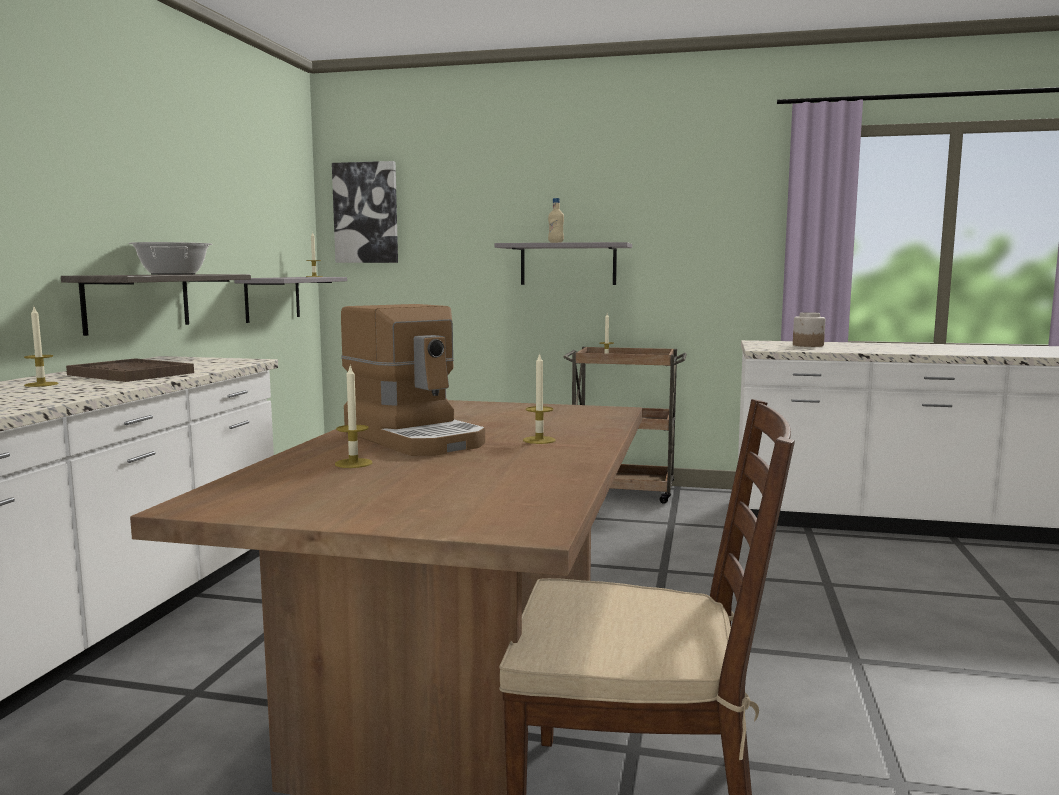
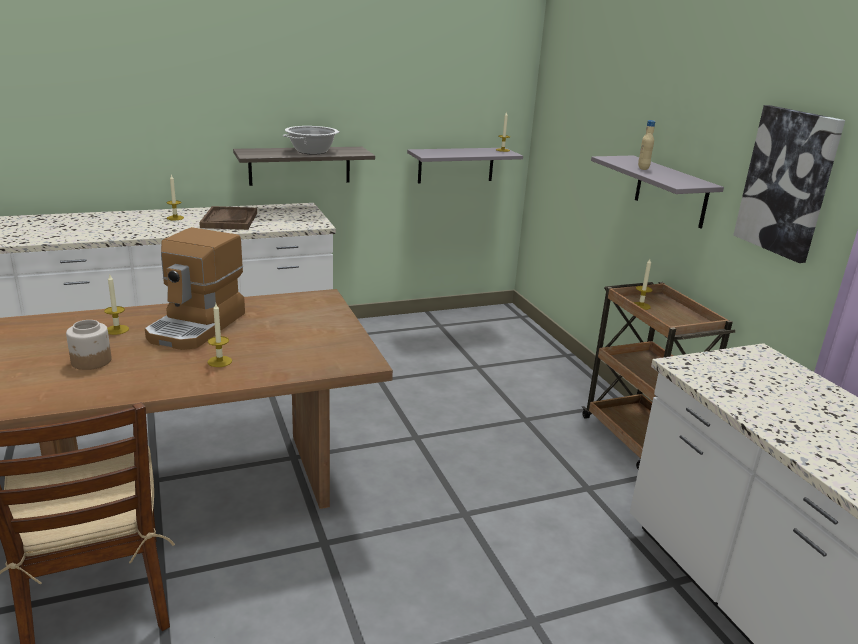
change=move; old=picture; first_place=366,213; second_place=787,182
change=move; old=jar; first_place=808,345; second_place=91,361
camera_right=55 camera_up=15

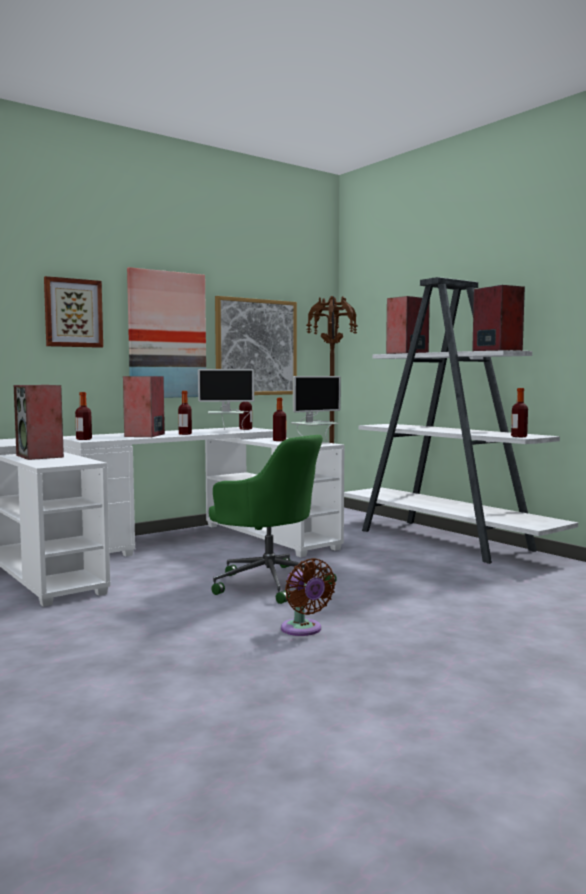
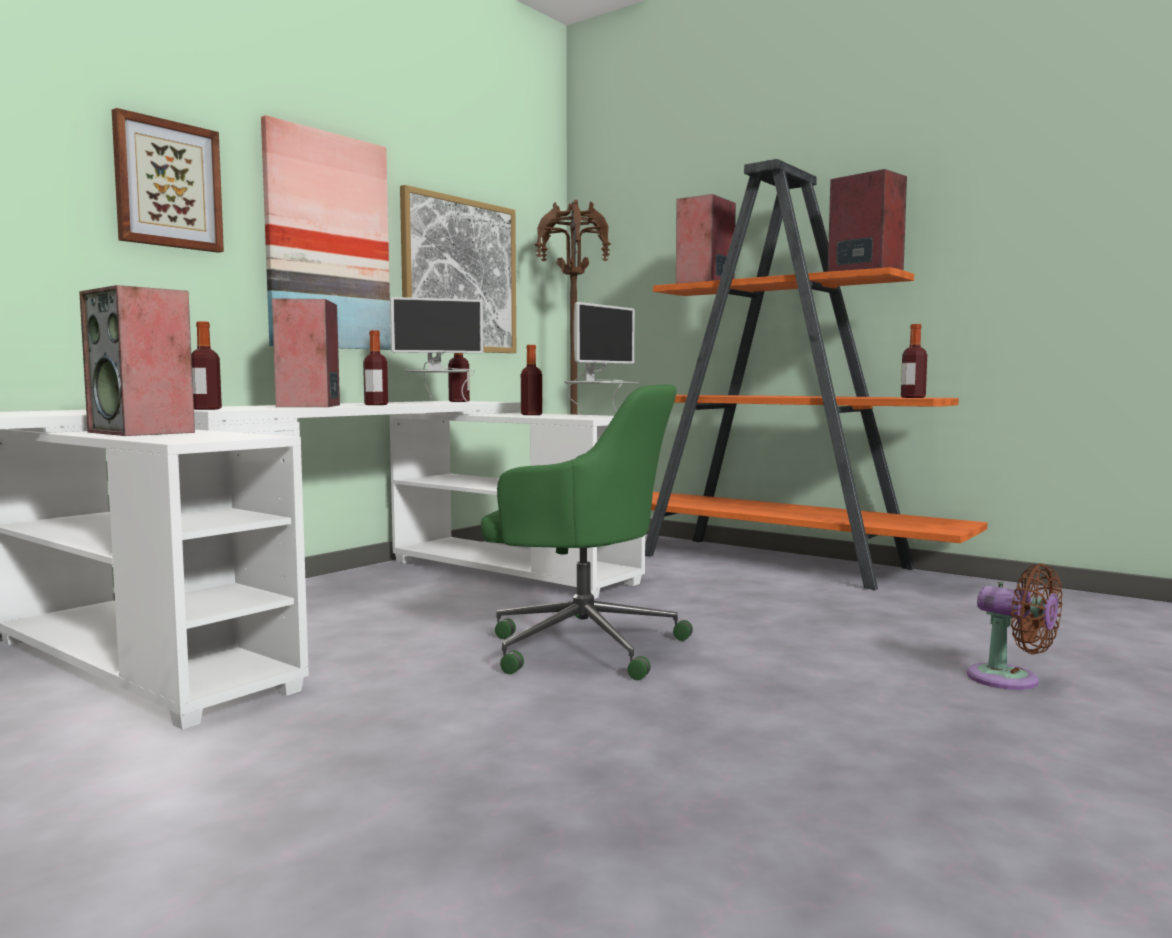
change=move; old=brown fan; first_place=303,630; second_place=1010,680
change=recolor; old=white bookcase; new=orange bookcase; first_place=447,541; second_place=777,563
camera_right=-15 camera_up=0

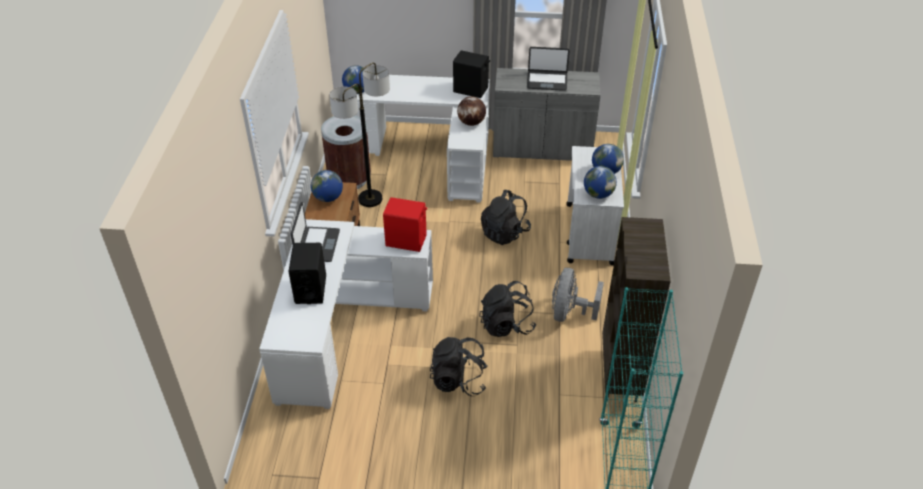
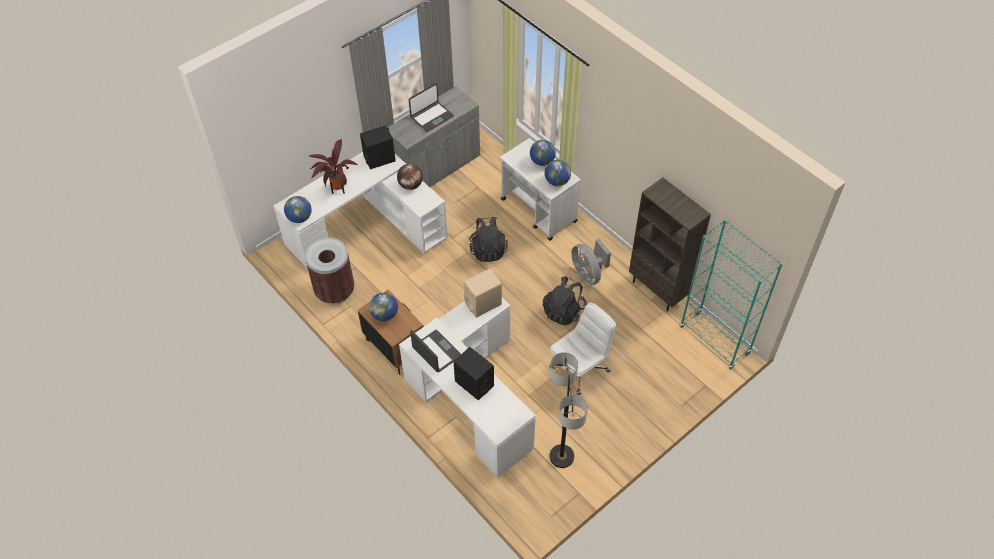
change=move; old=floor lamp; first_place=370,199; second_place=561,456
change=recolor; old=red speaker; new=beige speaker; first_place=406,241; second_place=483,303
change=replace; old=black backpack; new=white office chair; first_place=458,380; second_place=580,368
change=insert; new=potted plant; second_place=337,188
camera_right=-45 camera_up=10

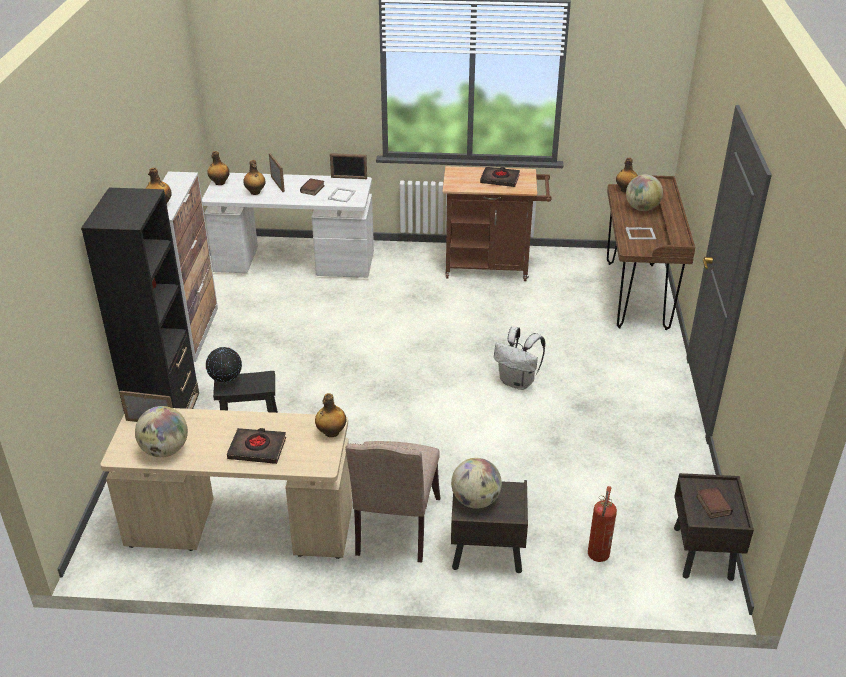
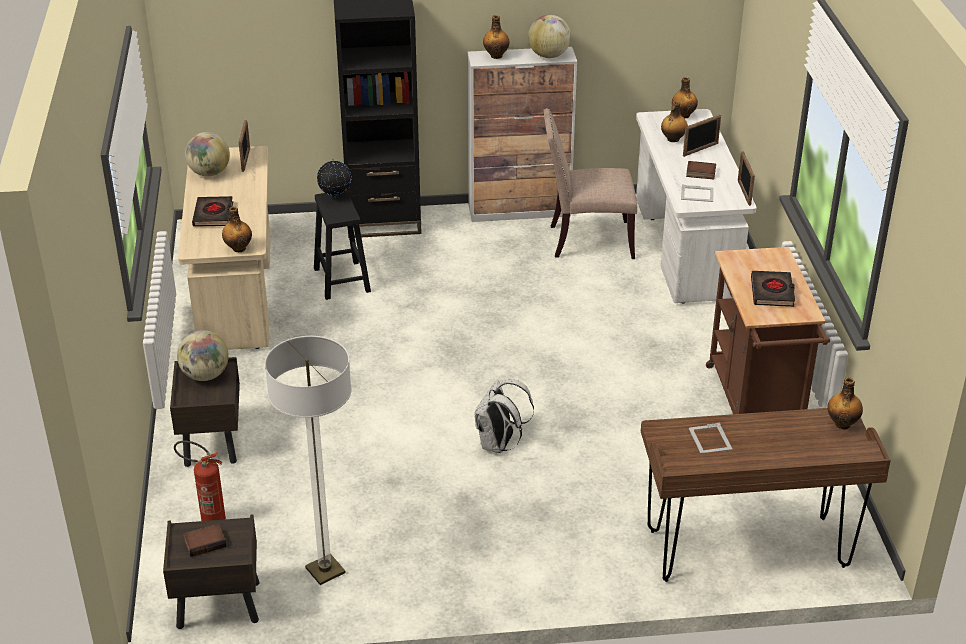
change=move; old=beige chair; first_place=395,529; second_place=587,241
change=move; old=globe; first_place=641,208; second_place=548,55
change=insert; new=floor lamp; second_place=325,571
camera_right=80 camera_up=0

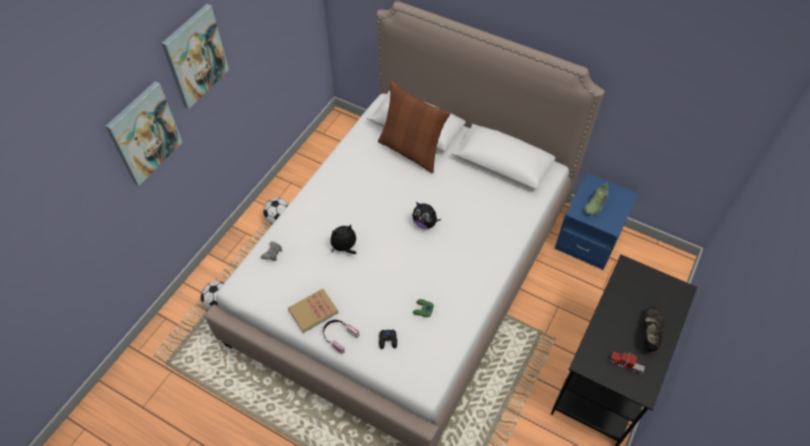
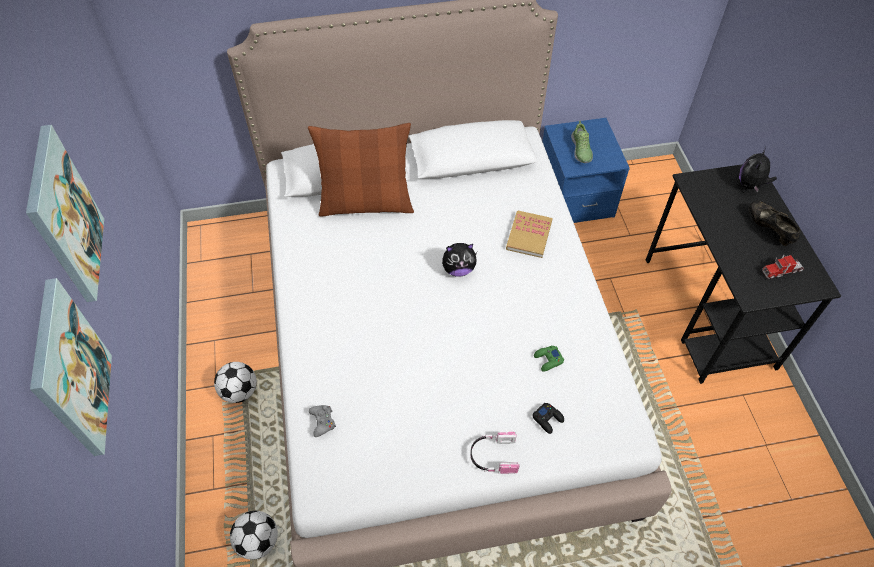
change=move; old=book; first_place=313,311; second_place=529,235
change=move; old=plush toy; first_place=344,248; second_place=750,185
camera_right=-40 camera_up=0

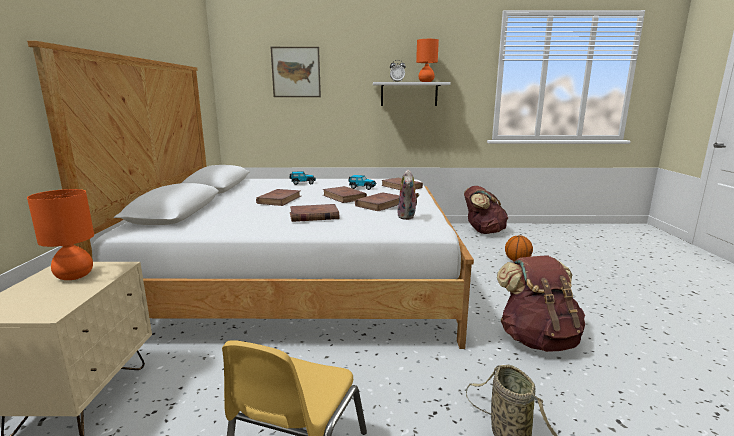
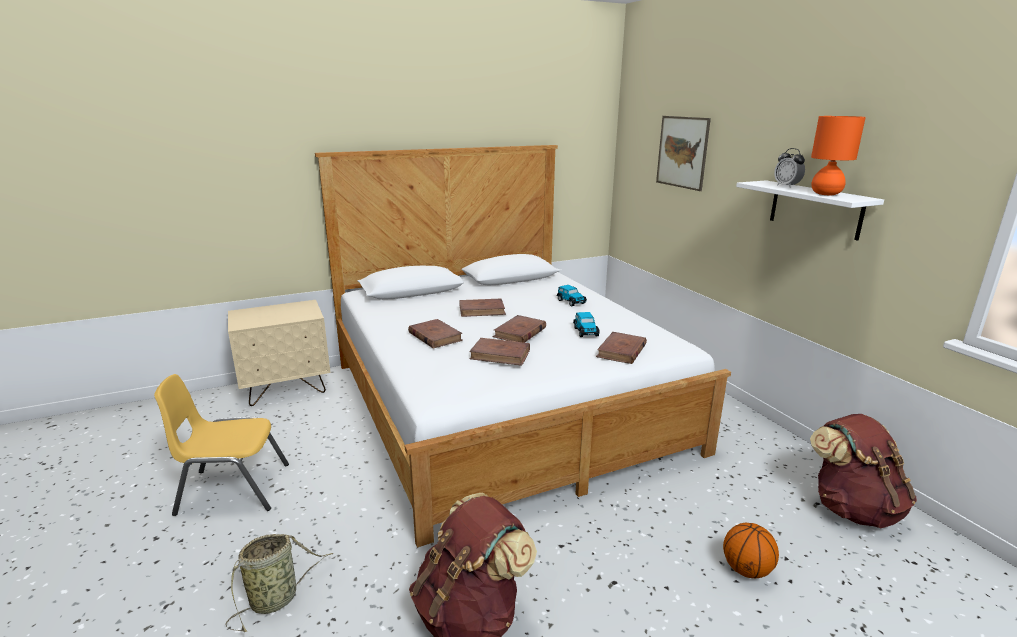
change=delete; old=orange table lamp; first_place=74,276
change=delete; old=plush toy; first_place=407,217
camera_right=65 camera_up=5

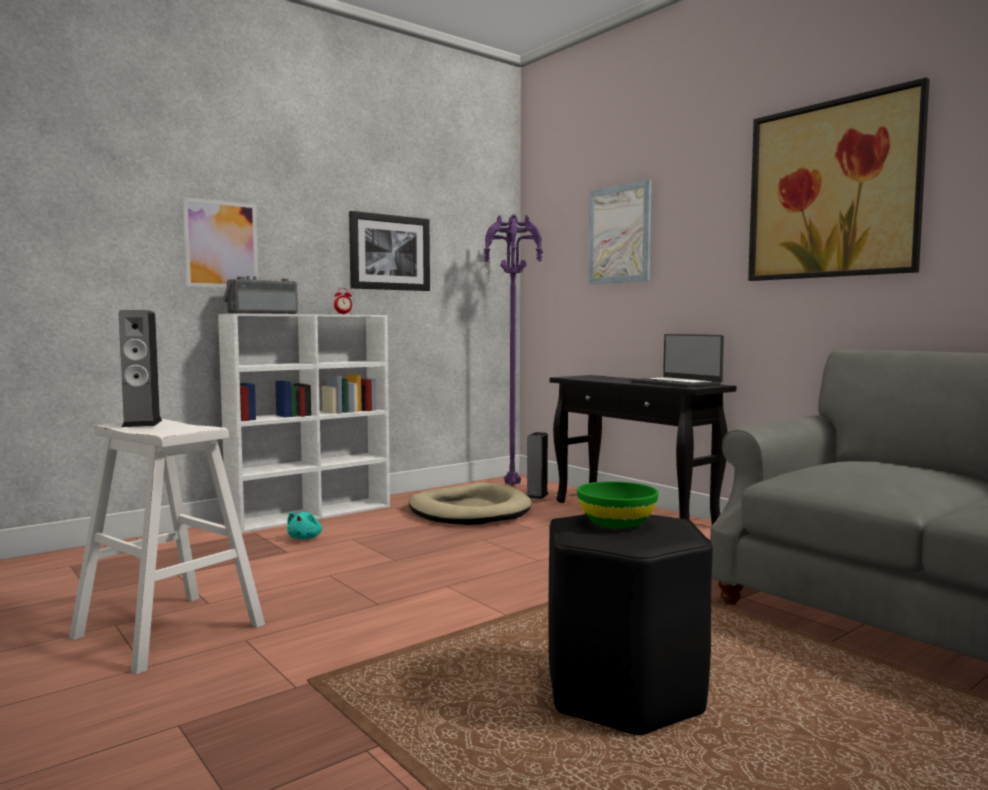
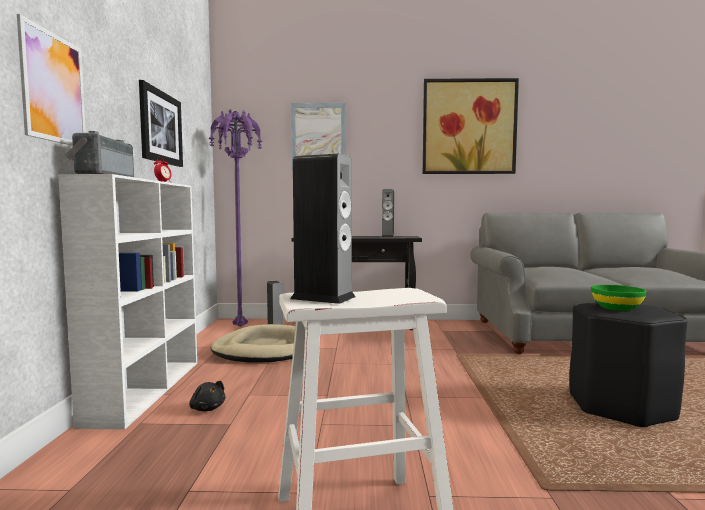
change=recolor; old=turquoise plush toy; new=black plush toy; first_place=305,538; second_place=207,408
change=replace; old=laptop; new=speaker; first_place=676,383; second_place=388,236
camera_right=-50 camera_up=0

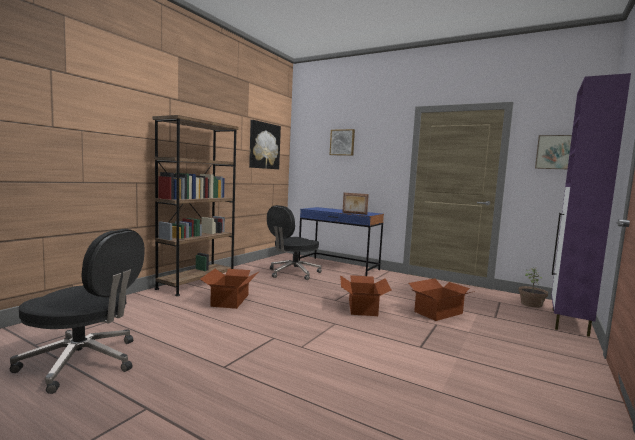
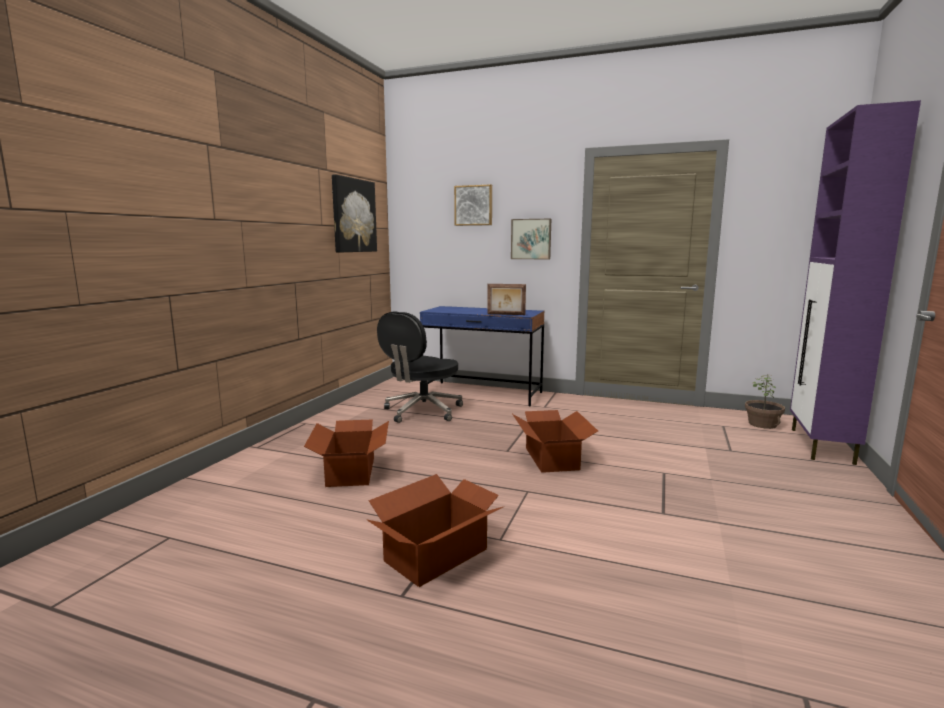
change=delete; old=black office chair; first_place=83,362
change=delete; old=brown bookcase; first_place=196,283
change=move; old=cardboard box; first_place=439,313; second_place=437,555
change=move; old=picture; first_place=556,152; second_place=531,239
camera_right=-10 camera_up=5

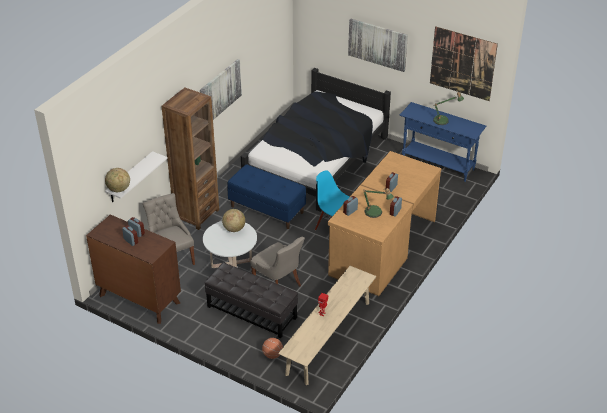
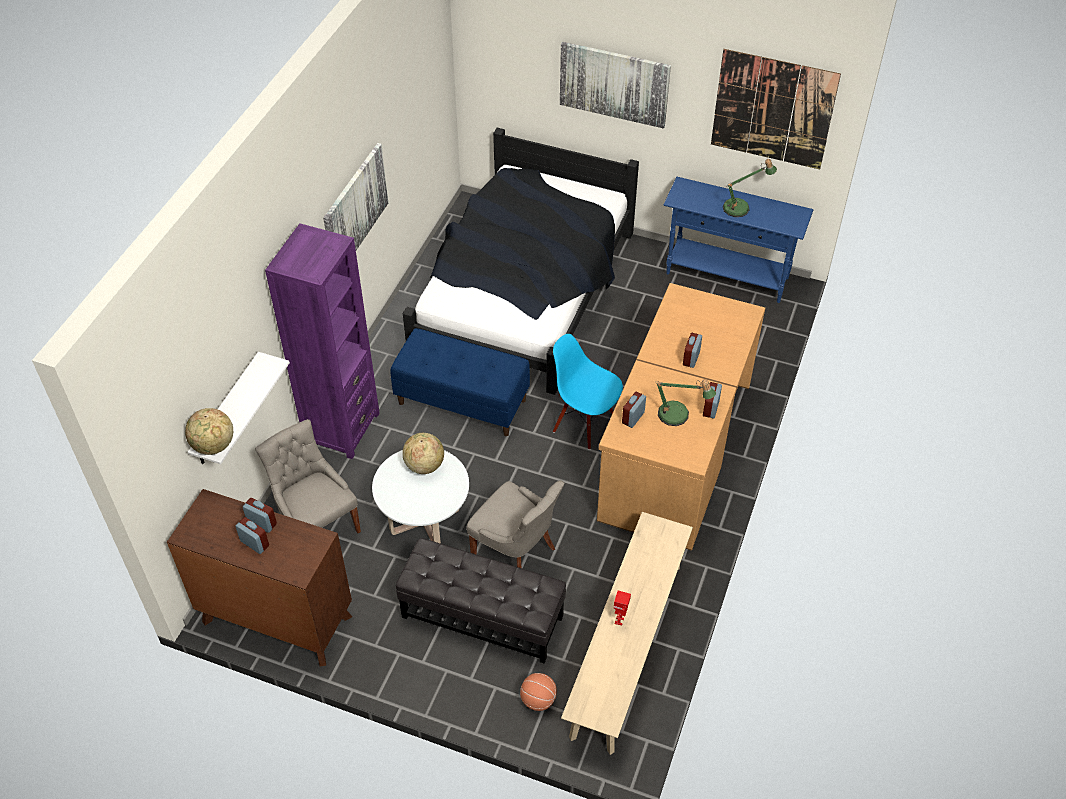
change=recolor; old=brown bookcase; new=purple bookcase; first_place=196,214; second_place=342,428
camera_right=-10 camera_up=10

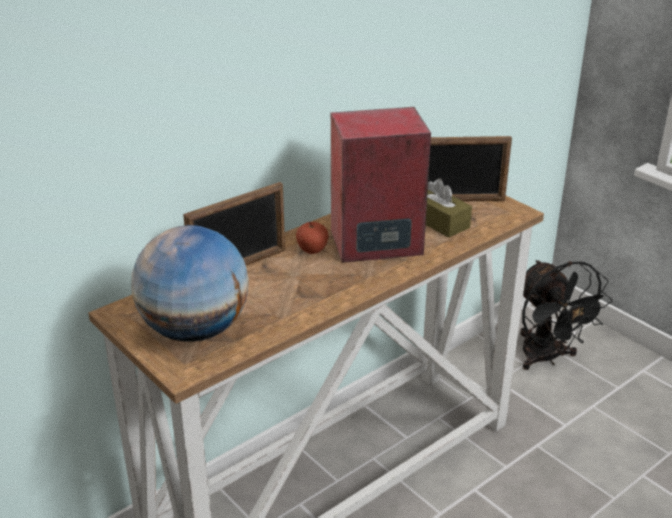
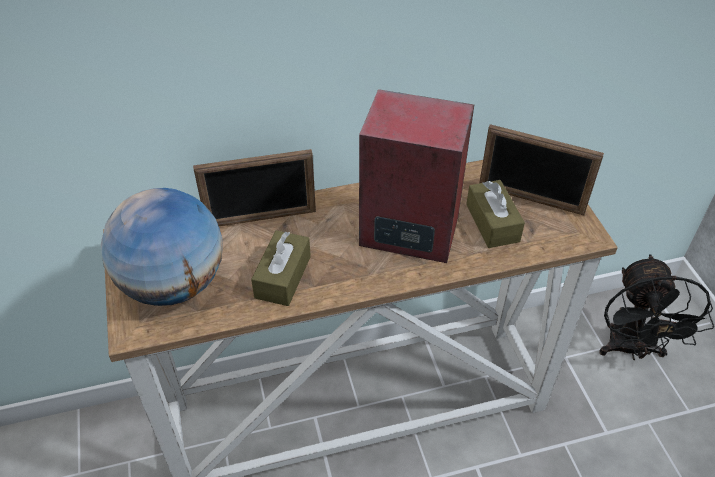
change=delete; old=apple; first_place=312,250
change=insert; new=brown tissue box; second_place=283,277
camera_right=25 camera_up=15

